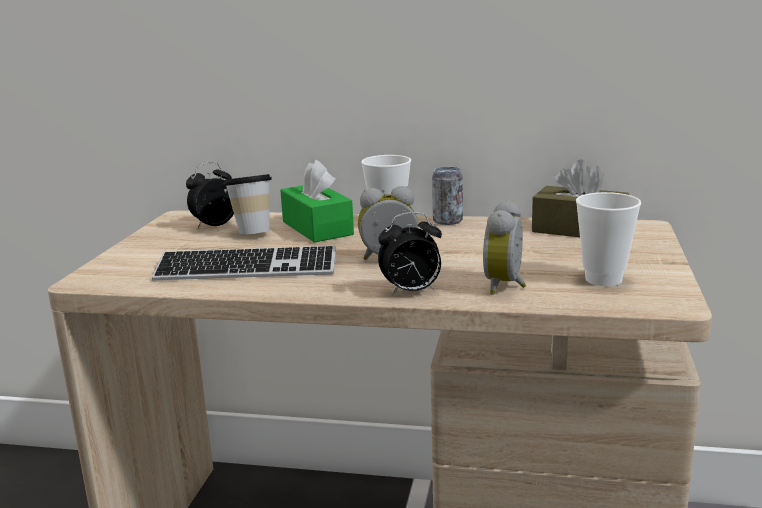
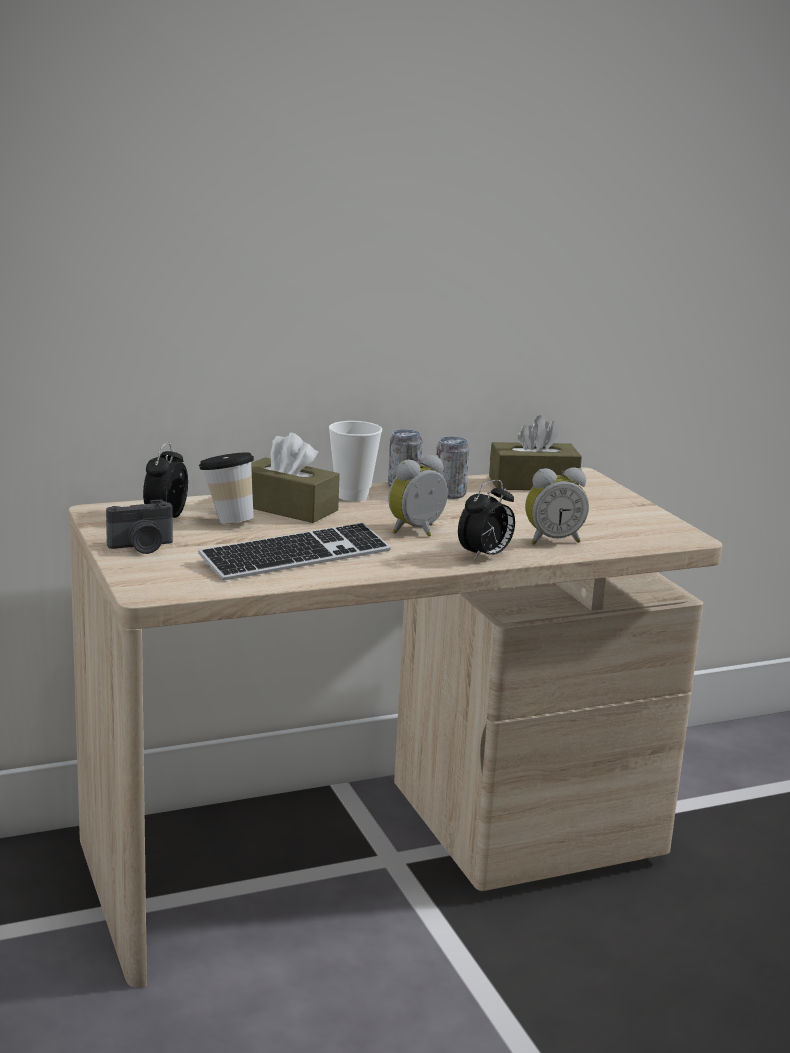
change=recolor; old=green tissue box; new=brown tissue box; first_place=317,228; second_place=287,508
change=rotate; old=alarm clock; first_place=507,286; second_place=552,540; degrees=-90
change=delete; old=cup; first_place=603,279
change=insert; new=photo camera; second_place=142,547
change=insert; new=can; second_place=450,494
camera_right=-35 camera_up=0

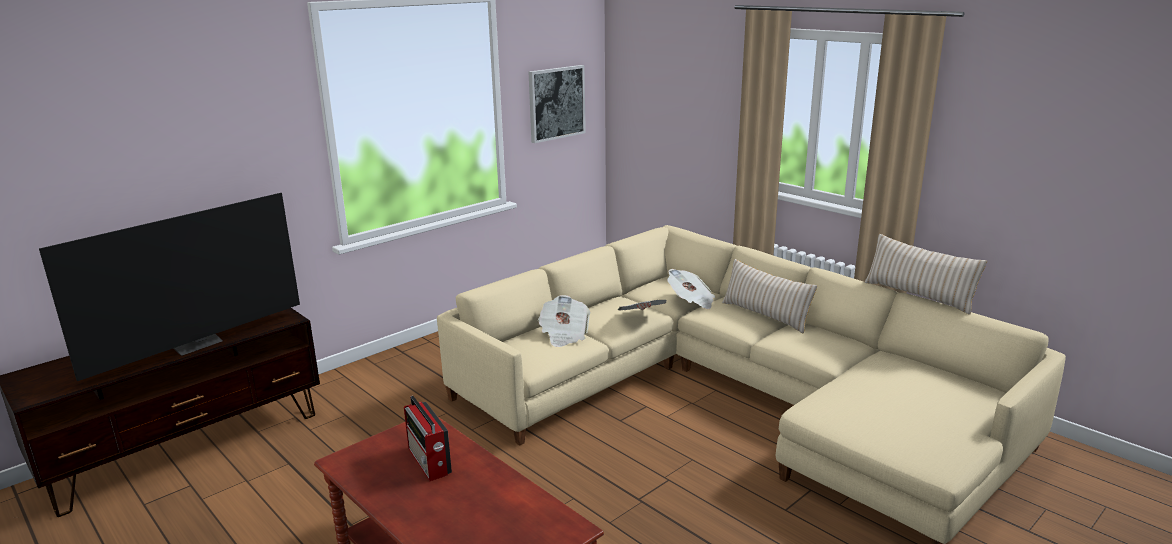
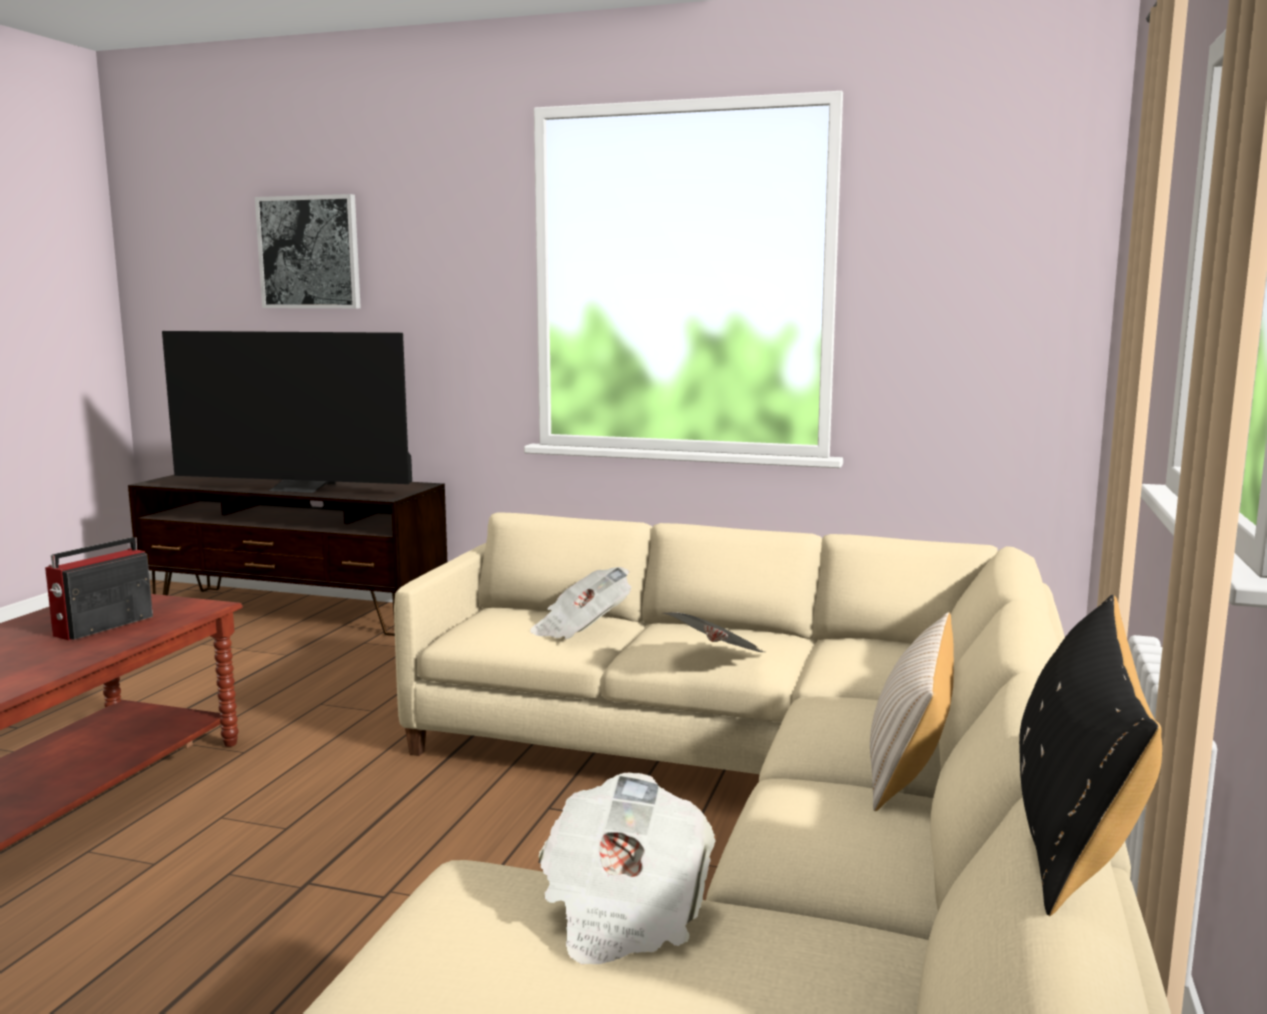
change=move; old=picture; first_place=556,103; second_place=309,252
change=move; old=newspaper; first_place=691,301; second_place=623,911
change=recolor; old=beige pillow; new=black pillow; first_place=918,295; second_place=1074,814
camera_right=60 camera_up=-10

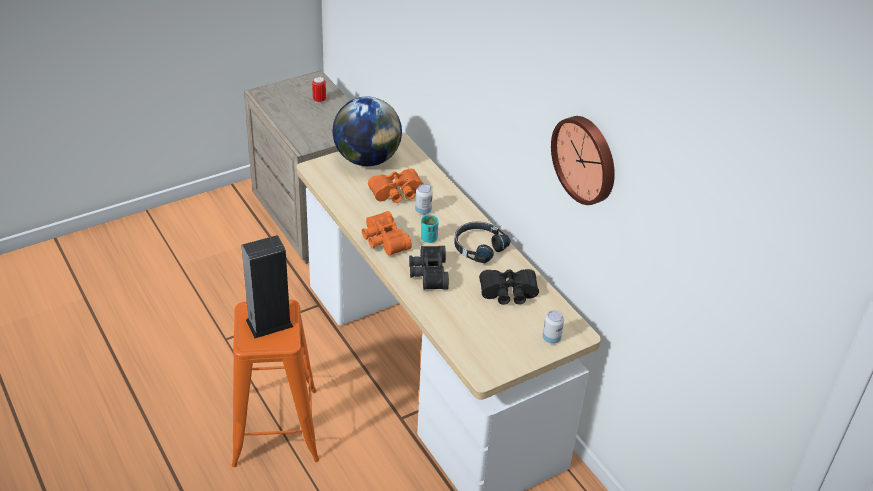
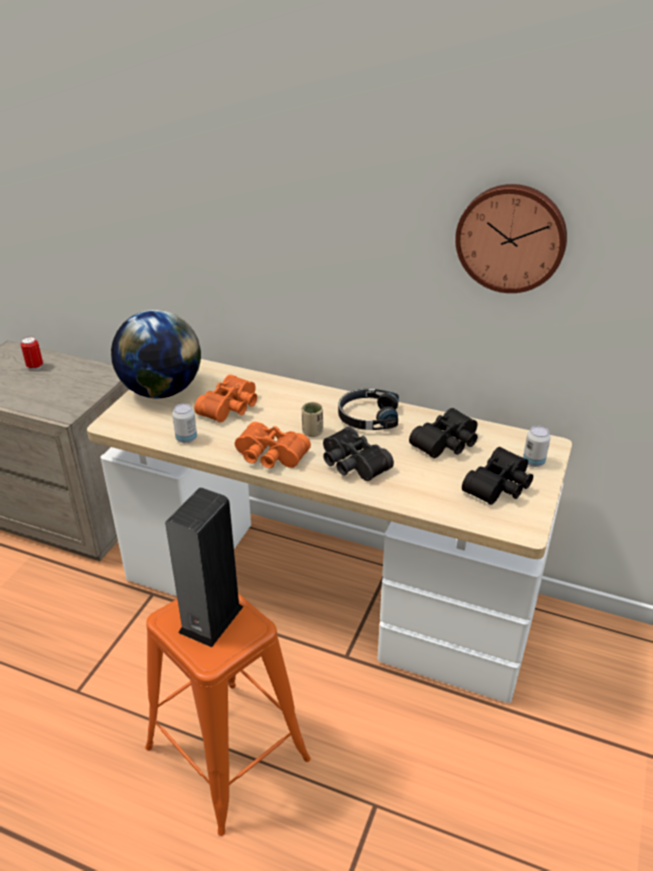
change=move; old=can; first_place=423,211; second_place=186,439
change=recolor; old=turquoise cup; new=beige cup; first_place=429,238; second_place=312,432
change=insert; new=black binoculars; second_place=500,487
camera_right=-35 camera_up=-5

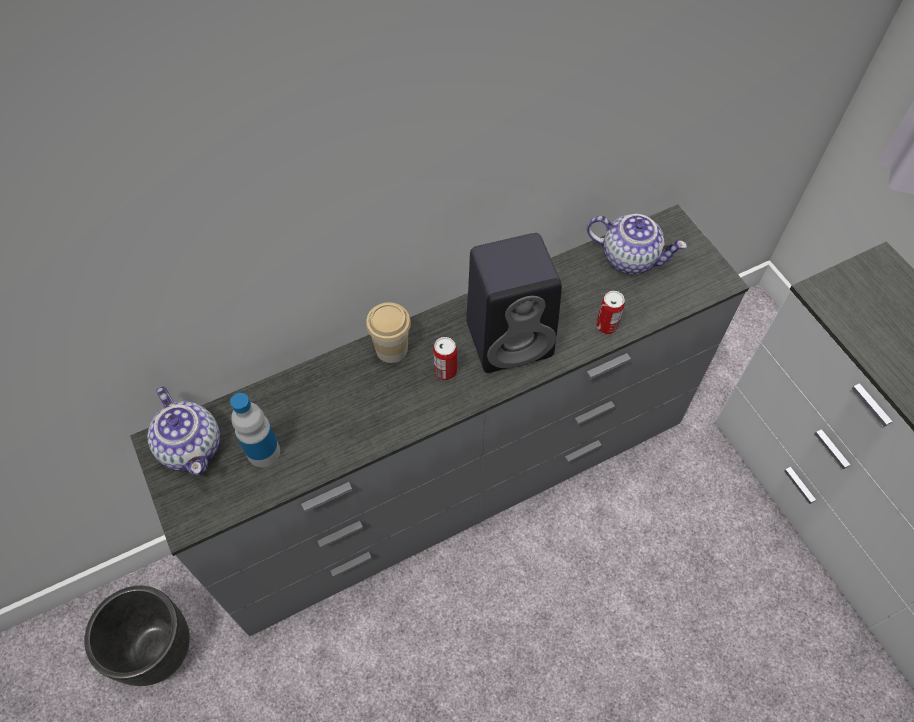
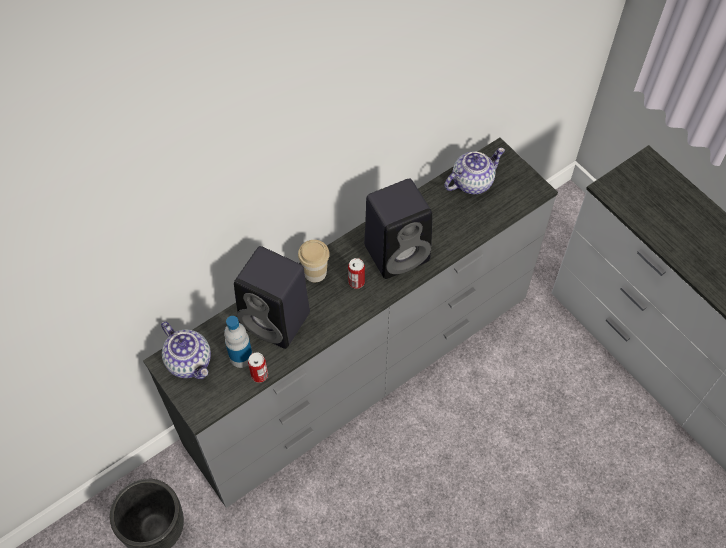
change=rotate; old=teapot; first_place=630,257; second_place=472,182; degrees=-45
change=move; old=can; first_place=606,325; second_place=259,375
change=insert; new=black speaker; second_place=278,320
camera_right=-10 camera_up=0

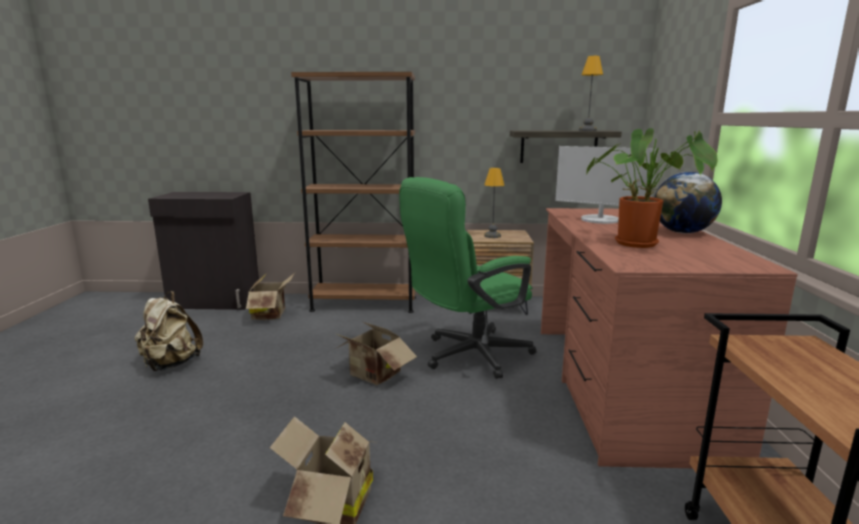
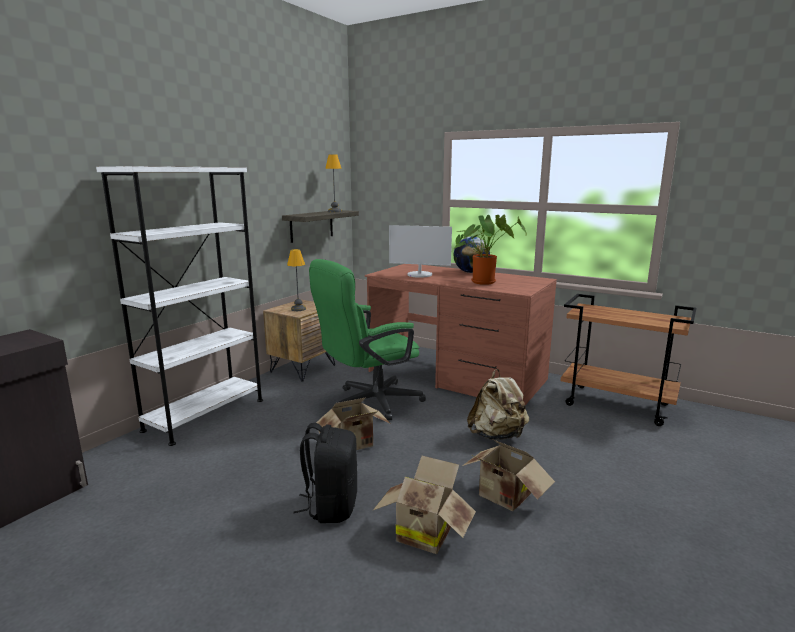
change=move; old=beige backpack; first_place=170,364; second_place=497,435
change=move; old=cardboard box; first_place=272,314; second_place=424,532
change=recolor; old=brown bookcase; new=white bookcase; first_place=364,304; second_place=205,415
change=rotate; old=green office chair; first_place=467,356; second_place=369,403; degrees=60
change=rotate; old=monitor; first_place=600,220; second_place=419,275; degrees=45
change=insert; new=black backpack; second_place=331,506
camera_right=-60 camera_up=0

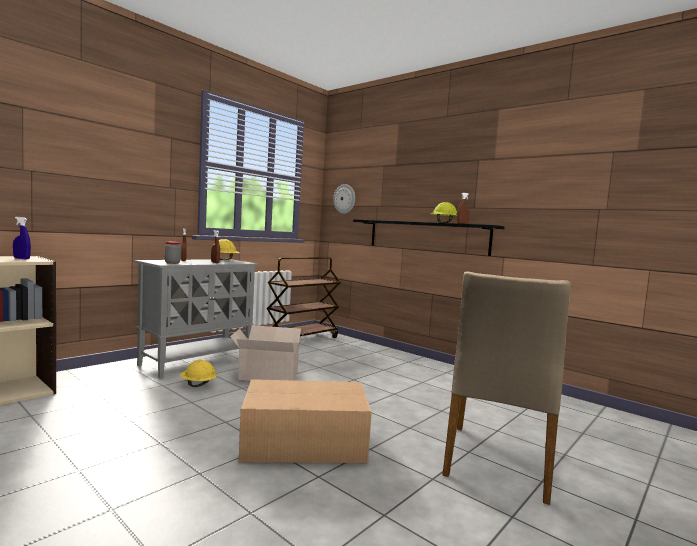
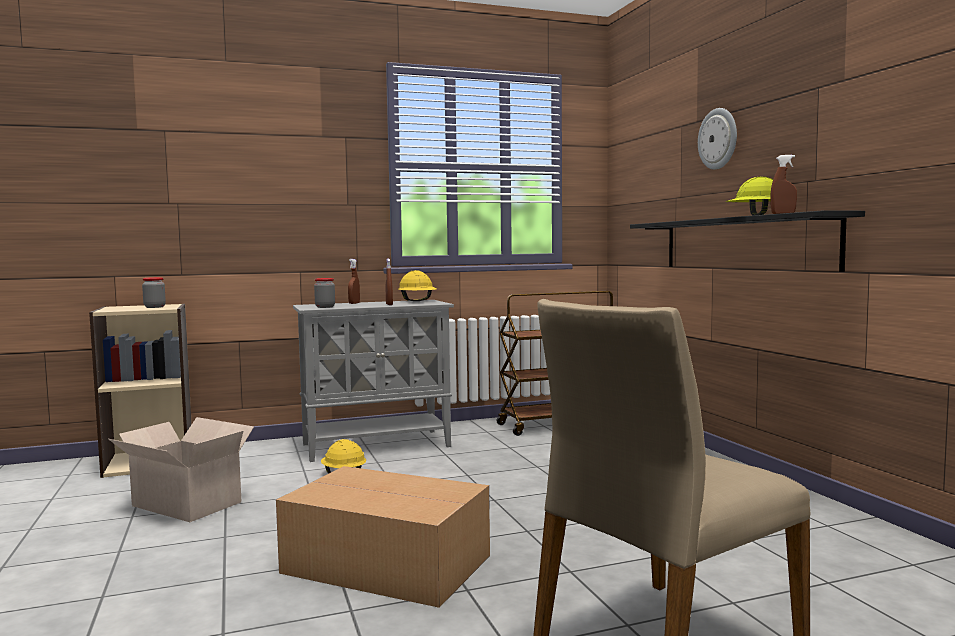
change=replace; old=blue spray bottle; new=jar; first_place=21,258; second_place=154,307
change=move; old=cardboard box; first_place=267,375; second_place=185,503
change=move; old=wall clock; first_place=344,199; second_place=718,139
camera_right=30 camera_up=0

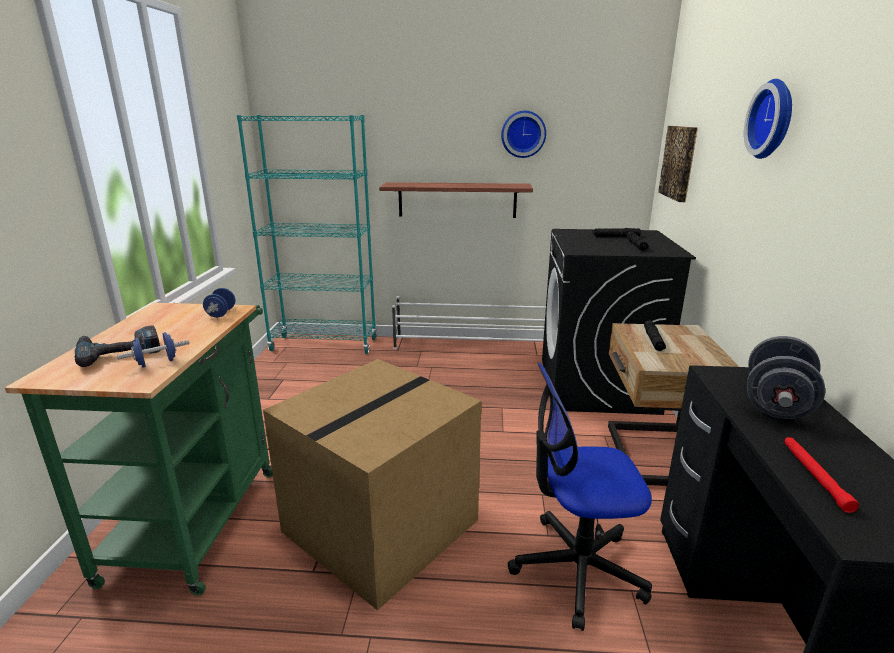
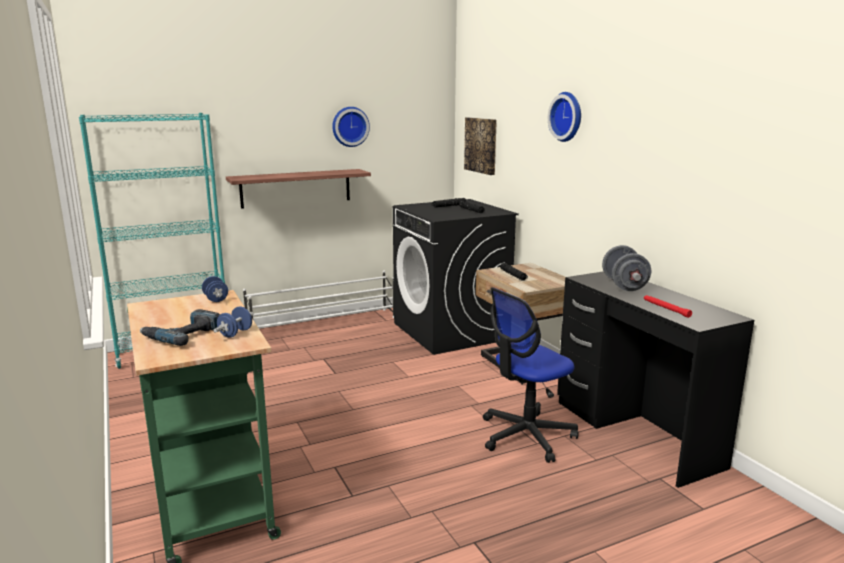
change=delete; old=cardboard box; first_place=381,523
camera_right=-30 camera_up=-5

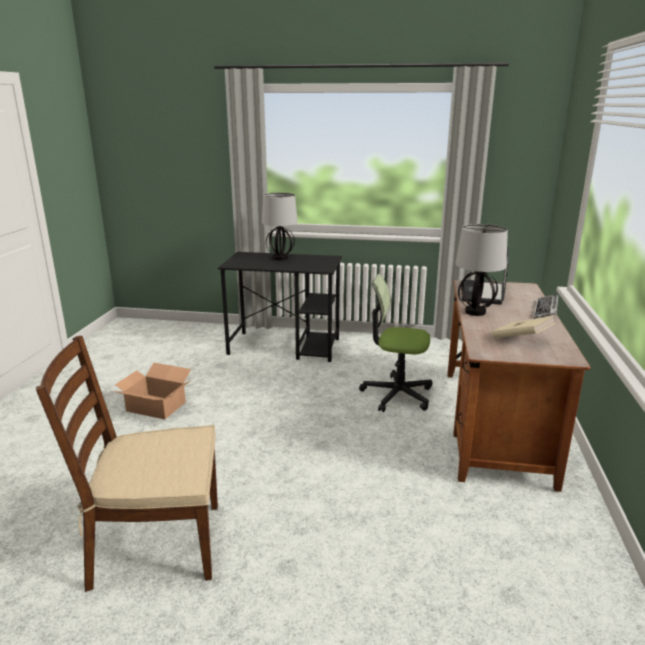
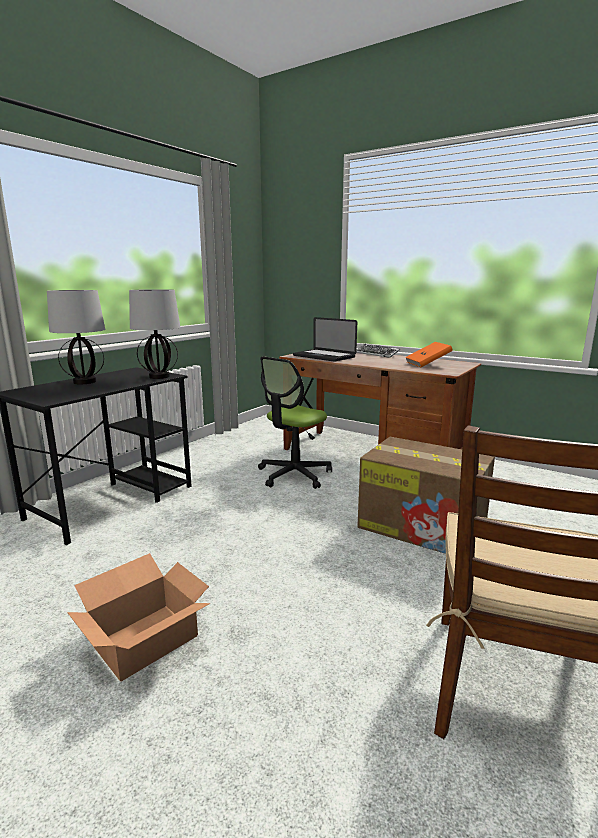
change=move; old=table lamp; first_place=476,312; second_place=160,376
change=recolor; old=beige book; new=orange book; first_place=521,339; second_place=427,364
change=insert; new=cardboard box; second_place=423,526
camera_right=-65 camera_up=-5

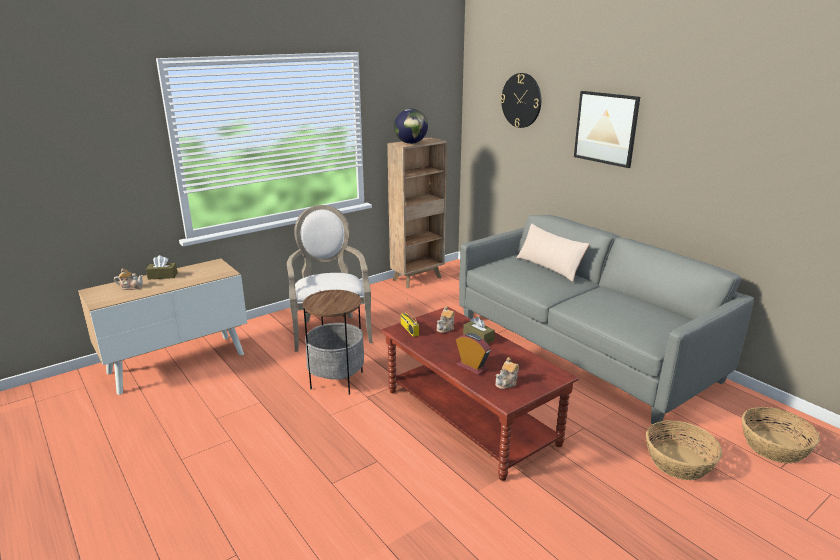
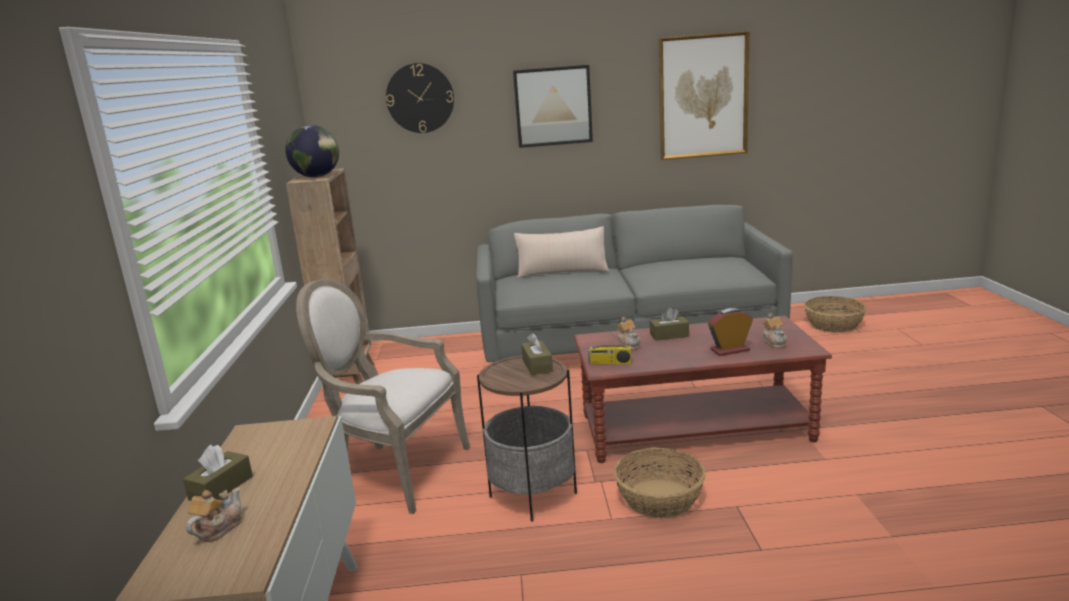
change=move; old=basket; first_place=679,462; second_place=660,498
change=insert; new=brown tissue box; second_place=537,365
change=insert; new=picture; second_place=703,96
camera_right=-55 camera_up=-5

